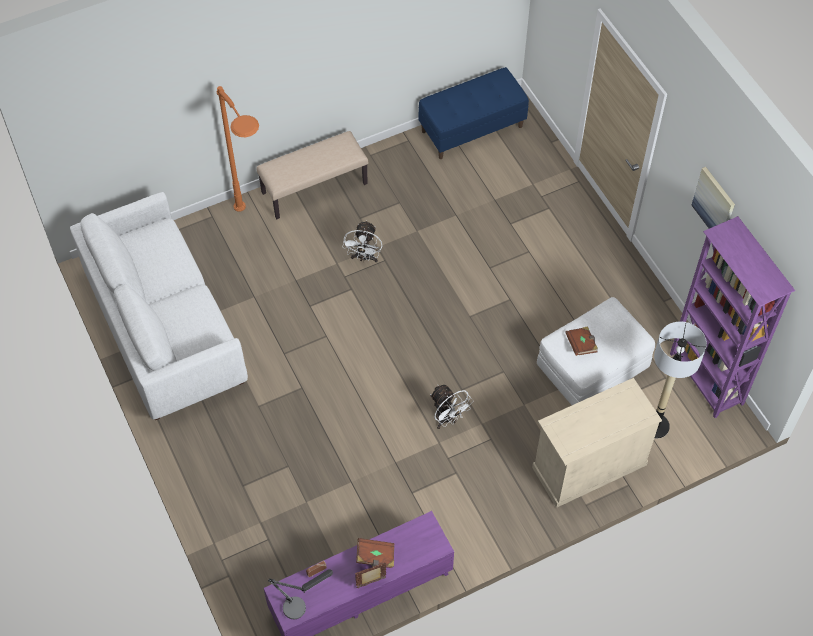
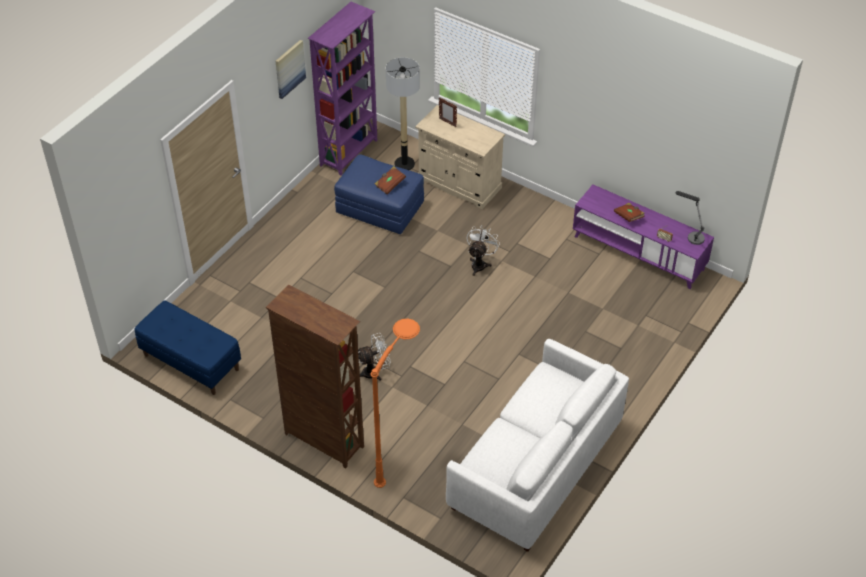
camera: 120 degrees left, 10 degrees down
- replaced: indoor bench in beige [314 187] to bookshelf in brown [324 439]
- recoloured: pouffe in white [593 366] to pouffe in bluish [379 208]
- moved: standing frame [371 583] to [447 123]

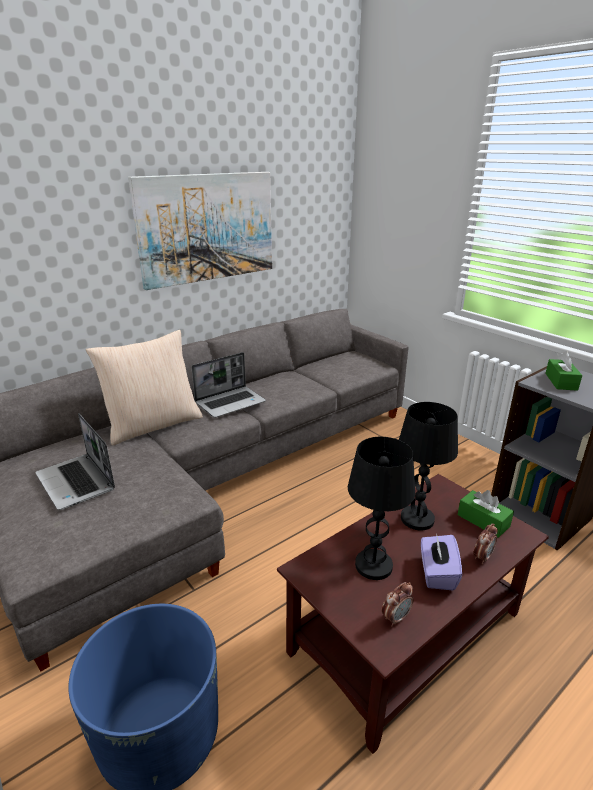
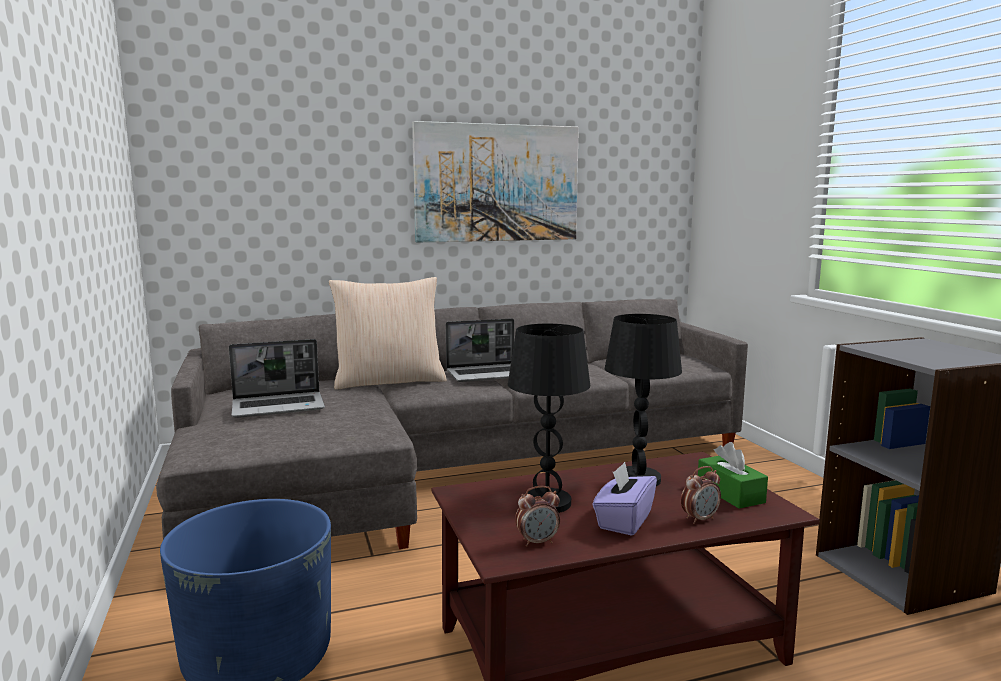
camera: 20 degrees right, 15 degrees down
- turned: portable computer [77 482] = [279 406] 90 degrees counterclockwise
- removed: tissue holder in greenish [561 381]

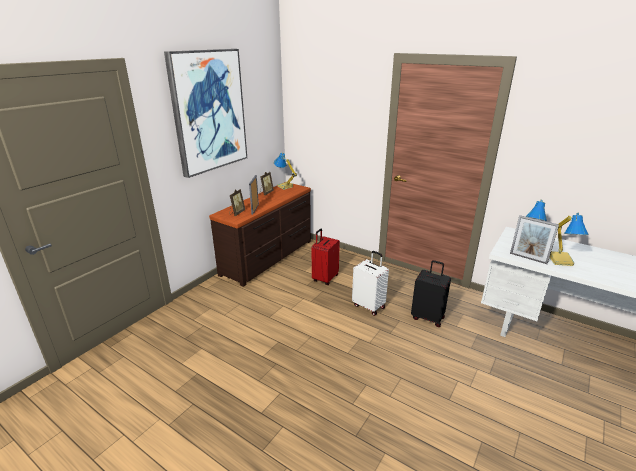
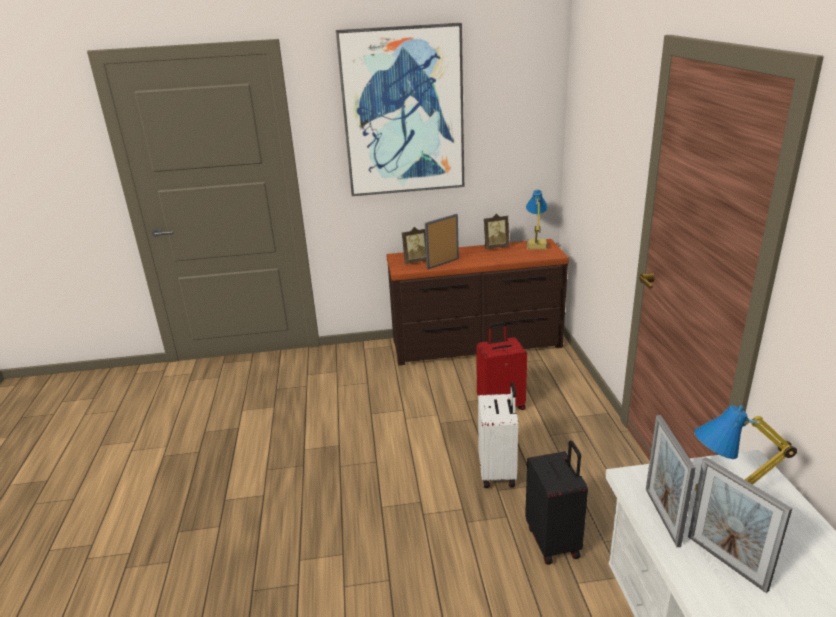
camera: 50 degrees right, 0 degrees up
- replaced: lamp for a table [561 260] to standing frame [726 562]

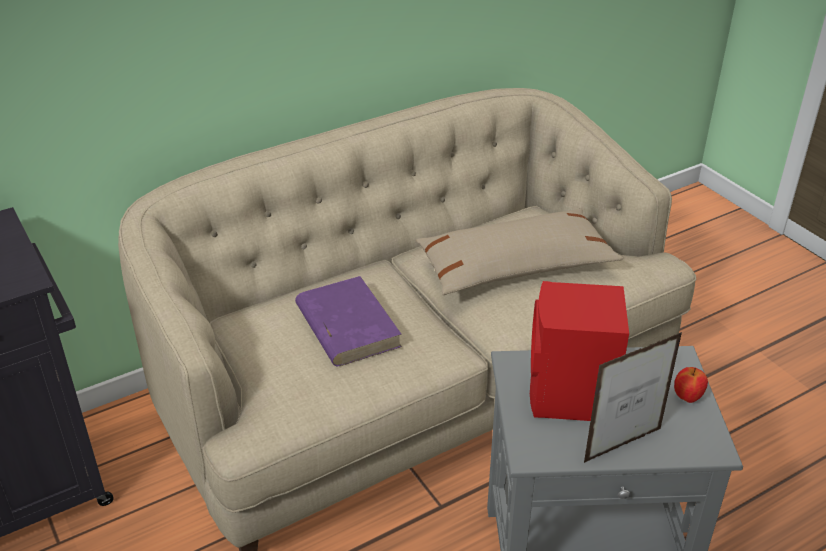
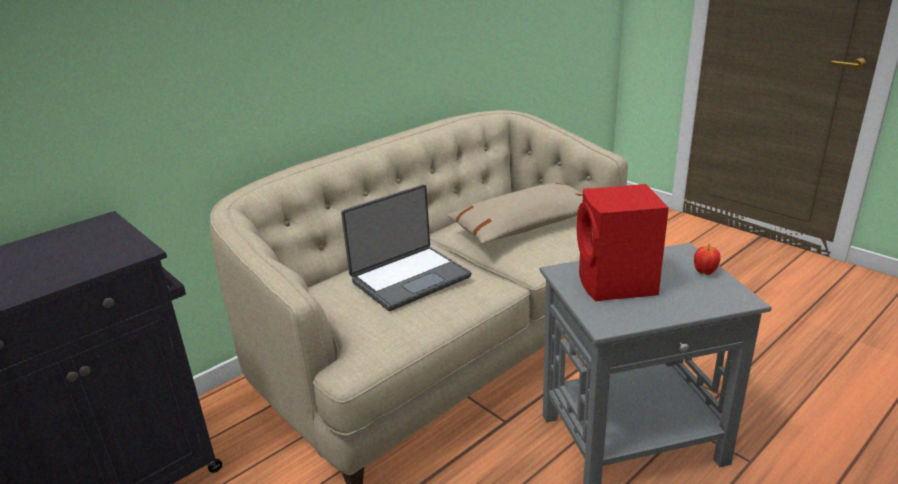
camera: 10 degrees left, 10 degrees down
- replaced: volume in purplish [347 325] to portable computer [409 278]
- removed: standing frame [623 445]

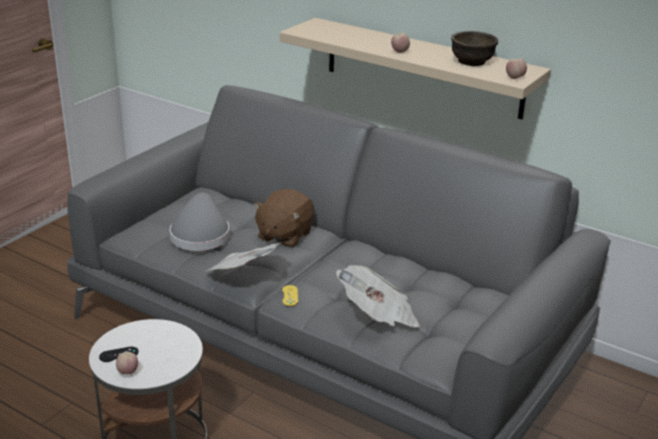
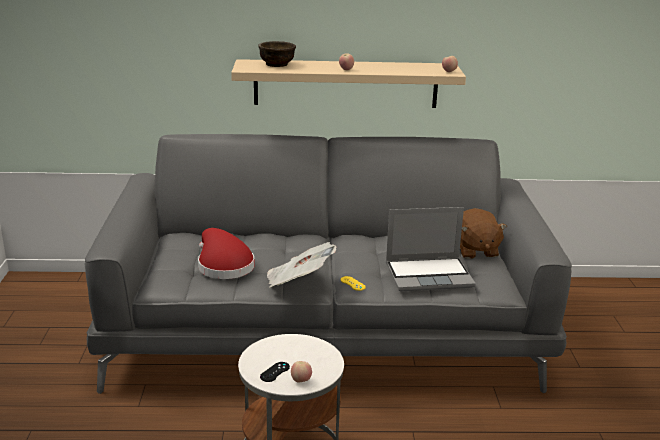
camera: 35 degrees left, 5 degrees down
- recoloured: hat in gray [200 234] to hat in reddish [223 265]
- moved: deep dish in brown [471 61] to [276 64]
- replaced: daily paper [378 316] to portable computer [429 275]
- moved: cuddly toy in brown [284 235] to [475 250]

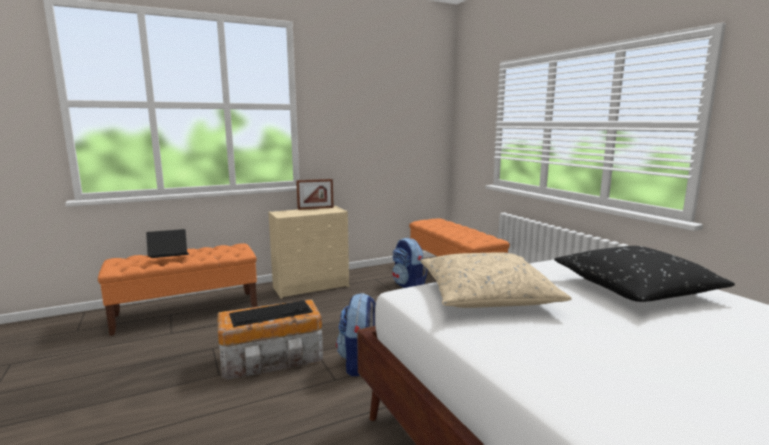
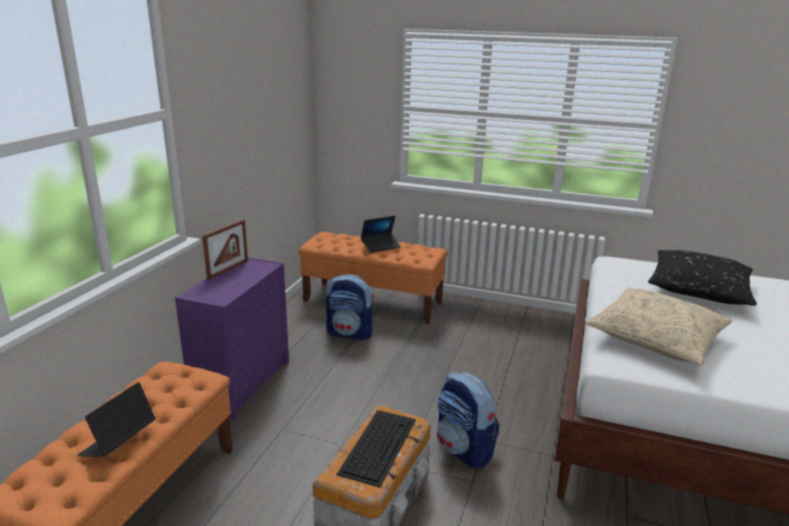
camera: 45 degrees left, 10 degrees up
- recoloured: drawer chest in beige [312 287] to drawer chest in purplish [243 383]
- added: portable computer [380 246]

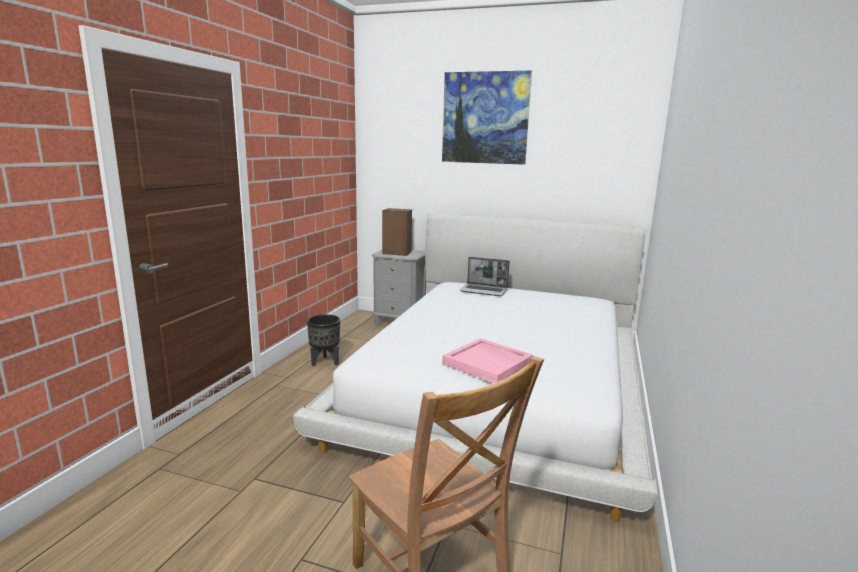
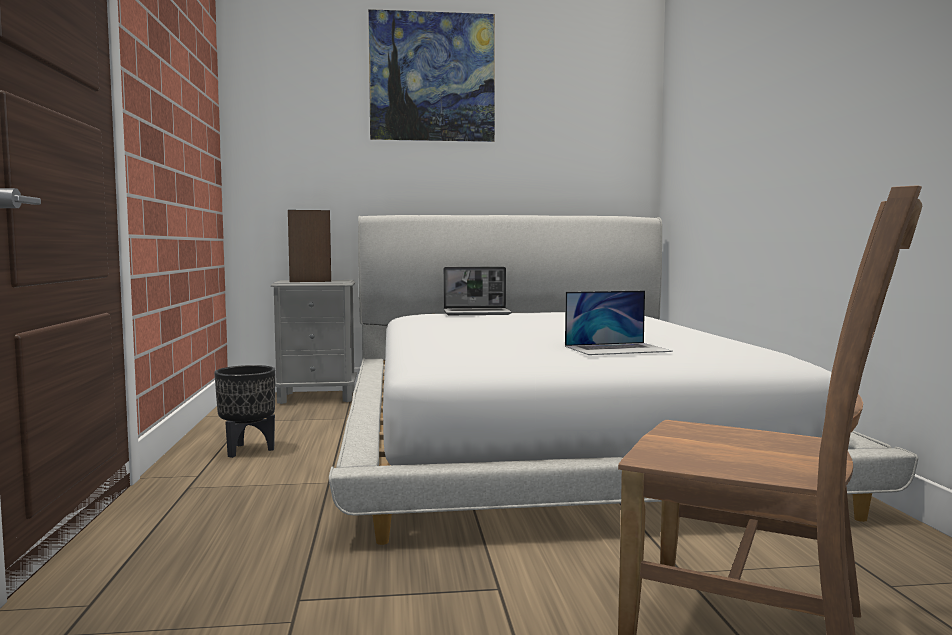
camera: 25 degrees left, 10 degrees down
- replaced: carrying tray in pink-coloured [488 363] to portable computer [617 349]

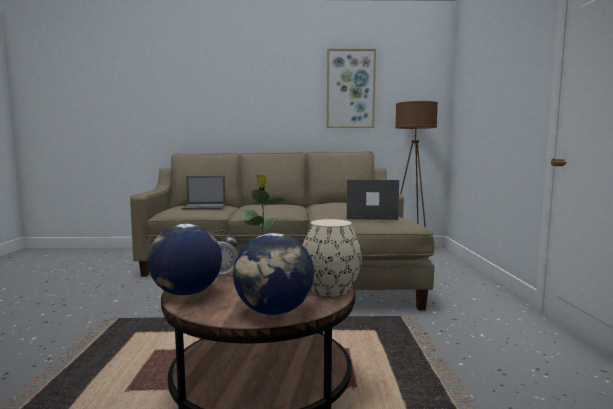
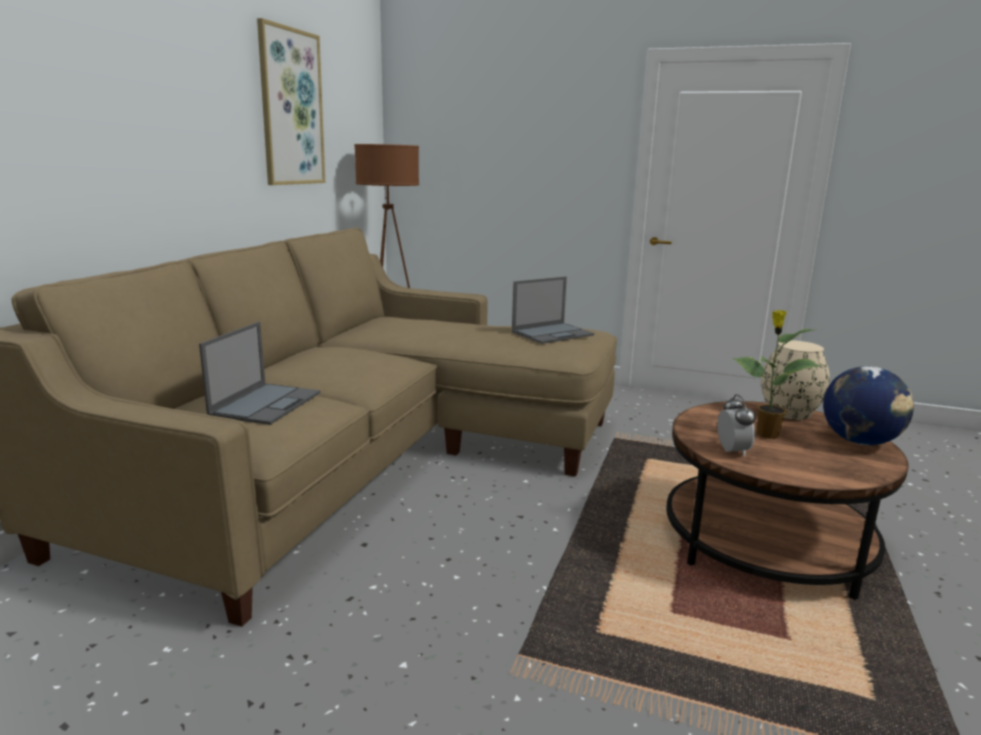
camera: 70 degrees left, 10 degrees up
- turned: portable computer [370 216] = [553 333] 150 degrees counterclockwise
- removed: globe [186 293]

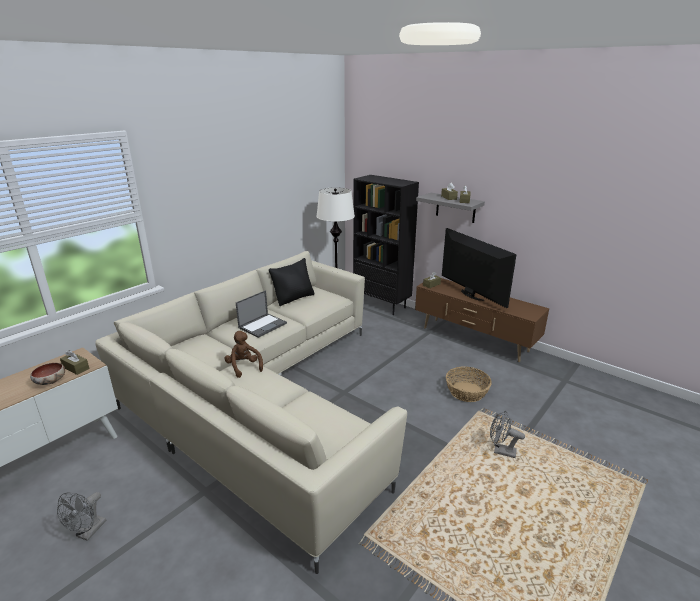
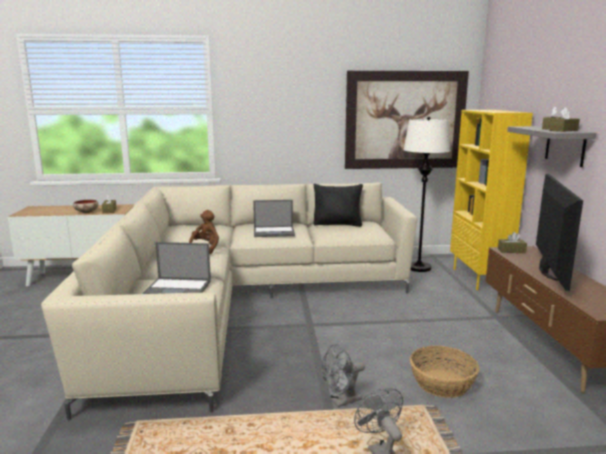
camera: 45 degrees right, 10 degrees down
- added: portable computer [179 288]
- moved: cooling fan in gray [88 532] to [341 401]
- added: wall picture [405 120]
- recoloured: bookshelf in black-coloured [382 305] to bookshelf in yellowish [479 278]

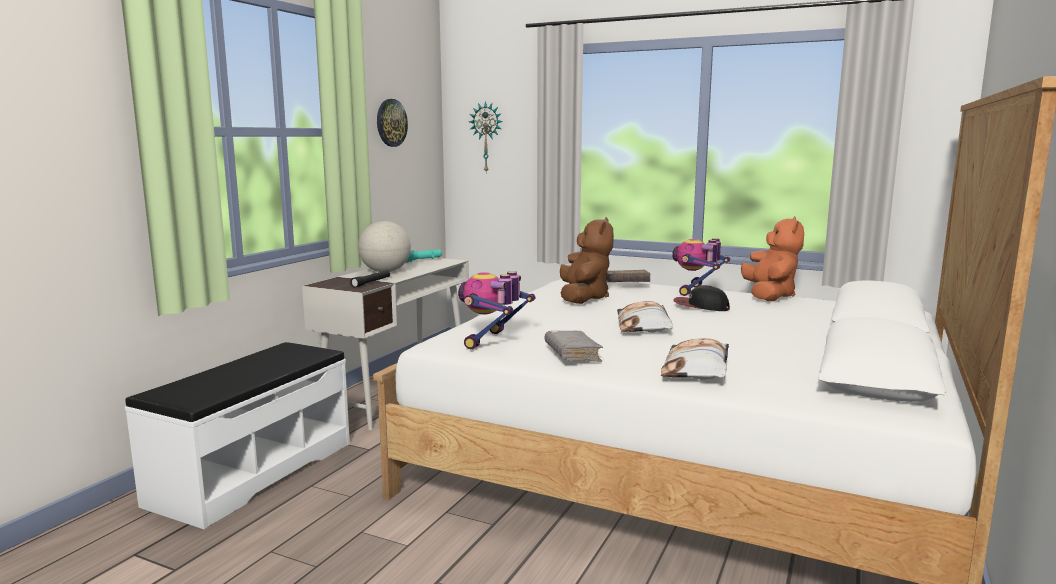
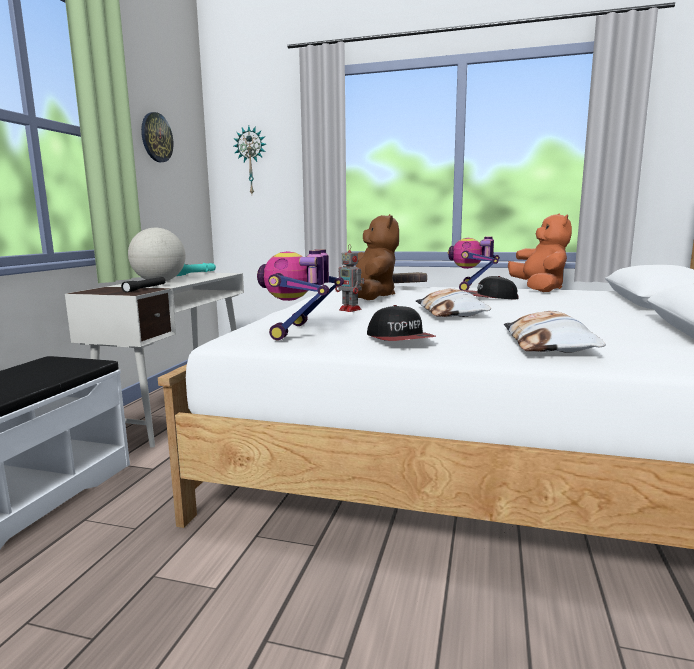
camera: 10 degrees left, 0 degrees up
- added: model robot [351 310]
- replaced: volume in gray [572 354] to baseball cap [400 338]

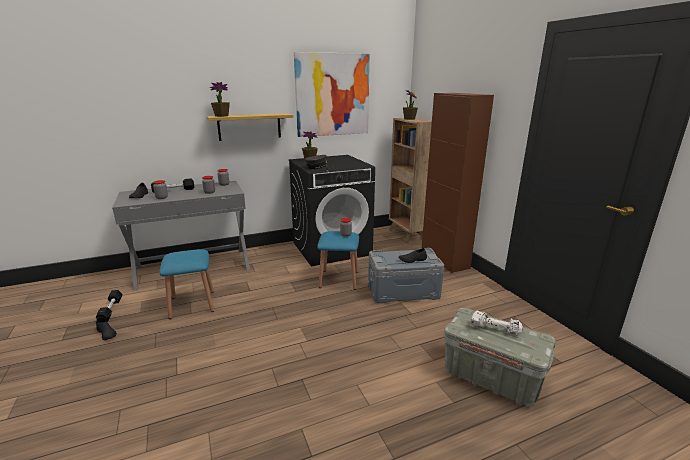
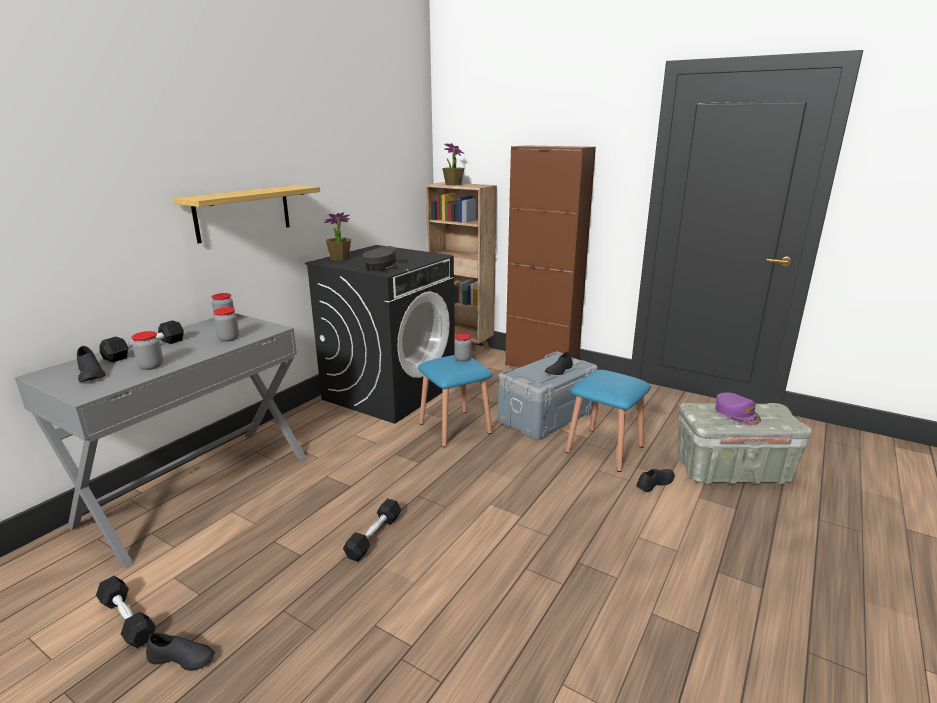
camera: 35 degrees left, 0 degrees up
- added: dumbbell in black-coloured [374 536]
- moved: stool seat in bluish [192 304] to [604 449]
- added: item of footwear in black-coloured [654 483]
- replaced: dumbbell in white [495 329] to baseball cap in purplish [737 413]
- removed: plant in a pot [221 116]
- removed: wall picture [332 95]

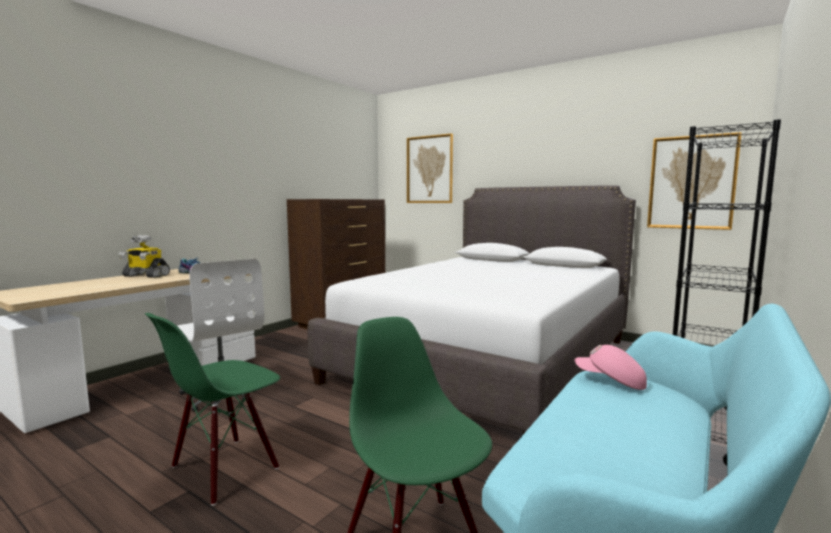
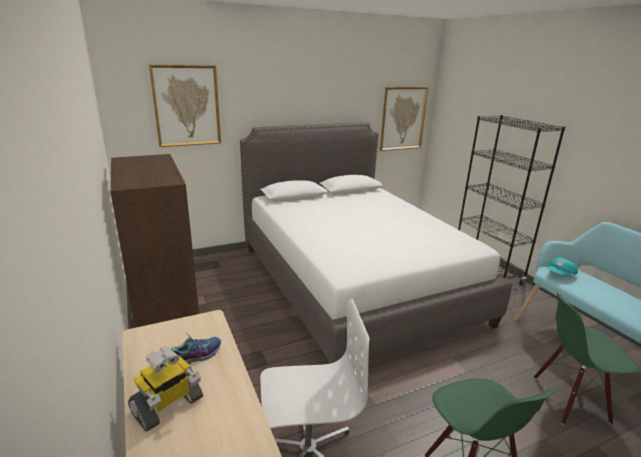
camera: 60 degrees left, 15 degrees up
- recoloured: baseball cap in pink-coloured [610 382] to baseball cap in turquoise [560 274]

